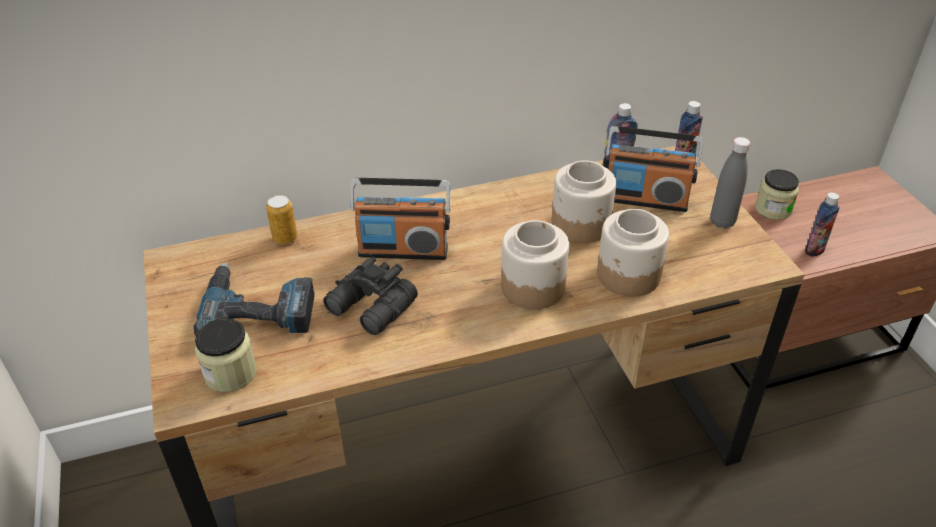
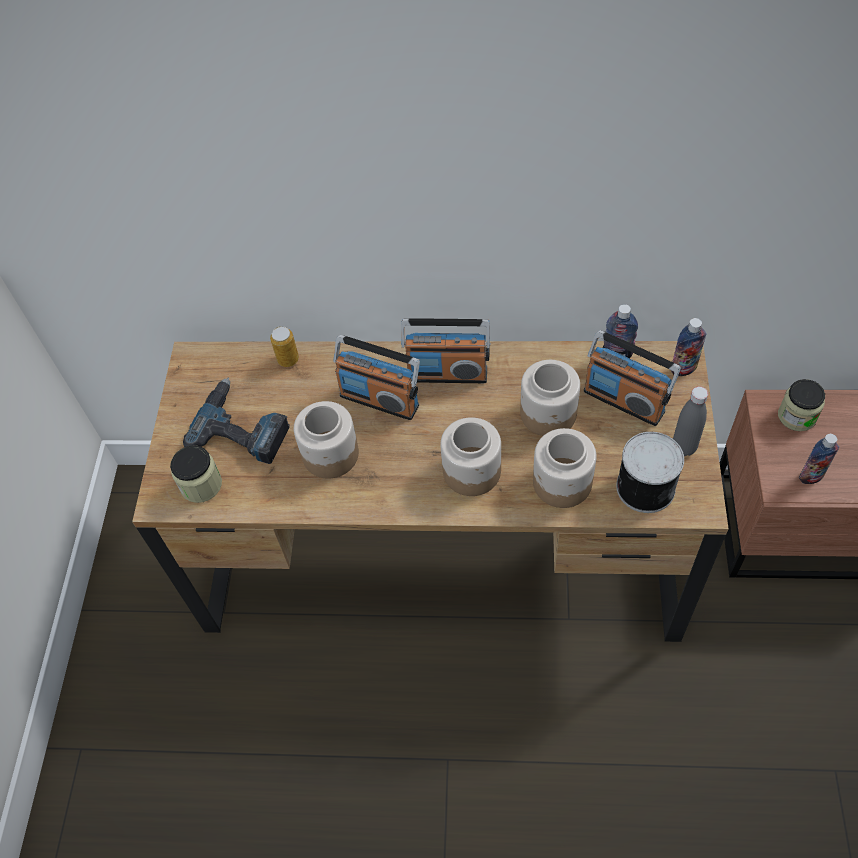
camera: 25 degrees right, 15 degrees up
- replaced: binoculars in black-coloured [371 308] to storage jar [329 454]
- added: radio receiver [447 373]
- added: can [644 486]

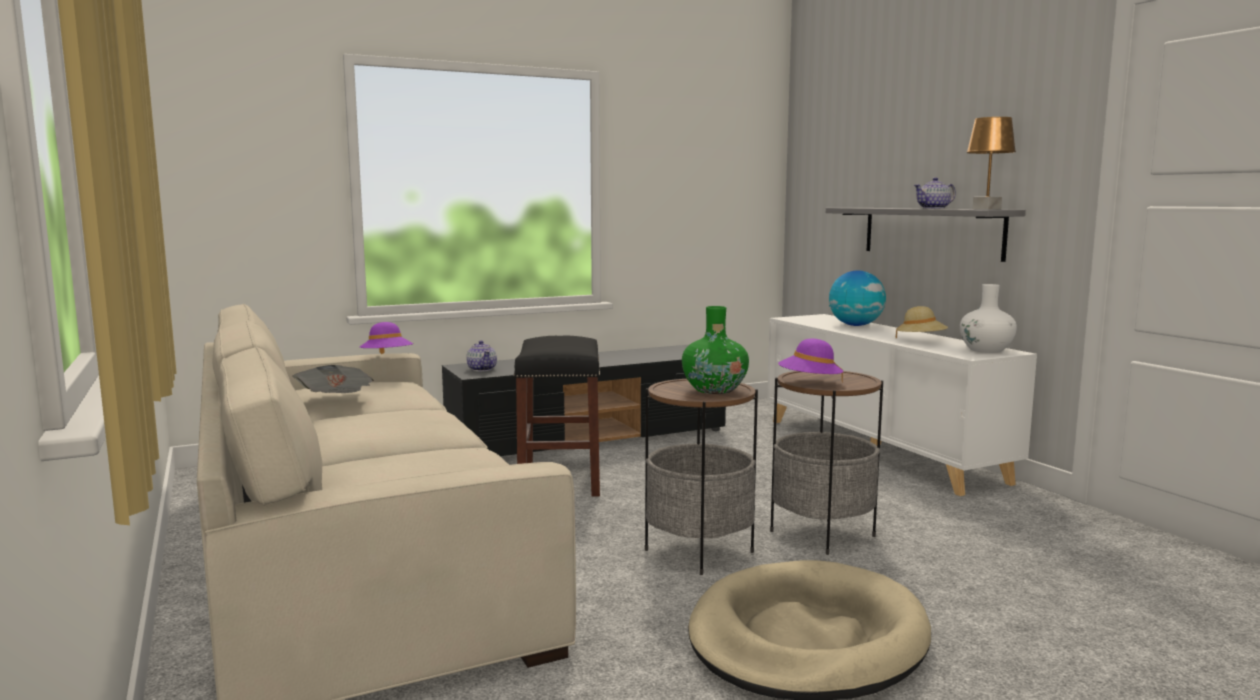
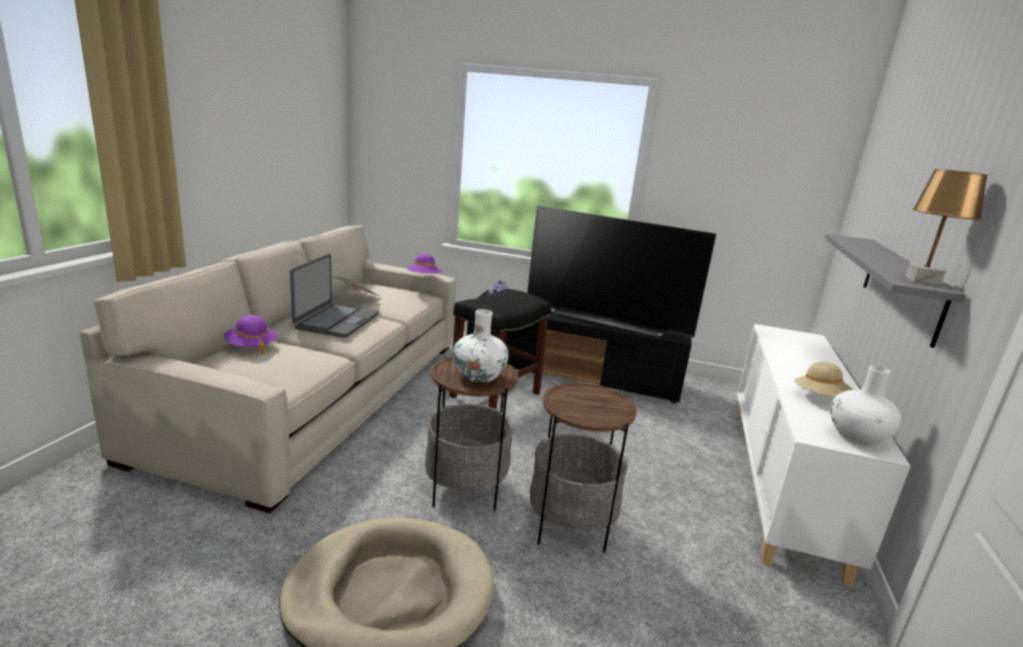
camera: 40 degrees right, 10 degrees up
- moved: hat in purplish [809 383] to [251 347]
- added: portable computer [336 321]
- recoloured: flower vase in greenish [714 390] to flower vase in white [479 376]
- added: TV set [607 319]
- removed: globe [855 325]
- removed: tea pot [934 208]

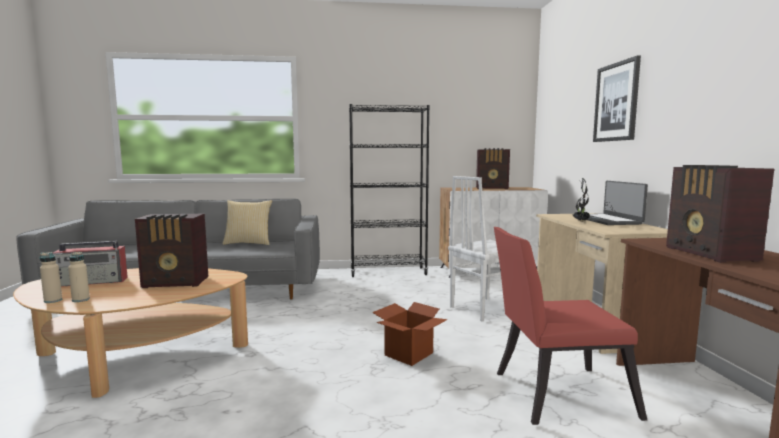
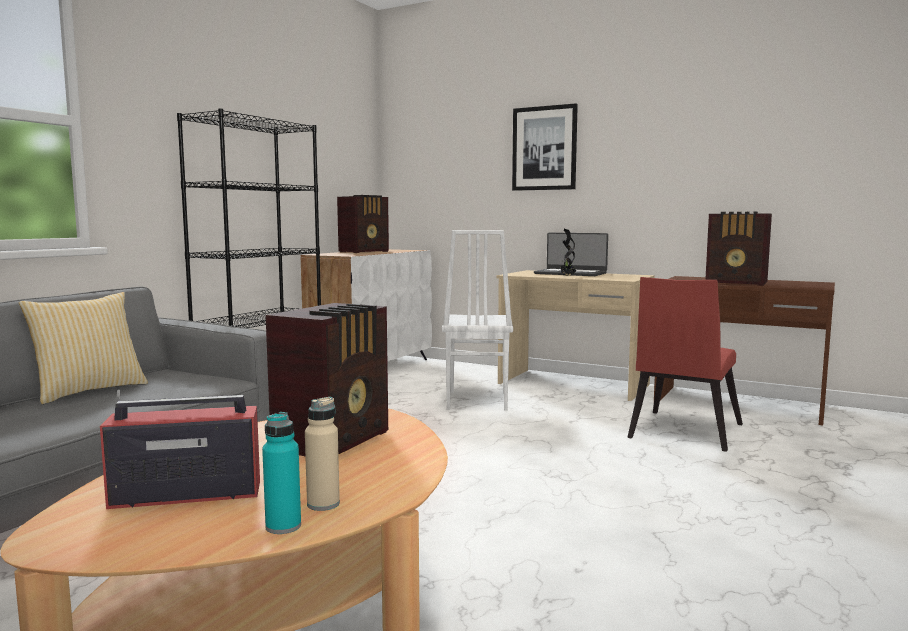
camera: 55 degrees left, 0 degrees up
- turned: radio receiver [93 282] = [184 494] 120 degrees counterclockwise
- recoloured: drink bottle in beige [53 300] to drink bottle in turquoise [283 526]
- removed: cardboard box [408 354]

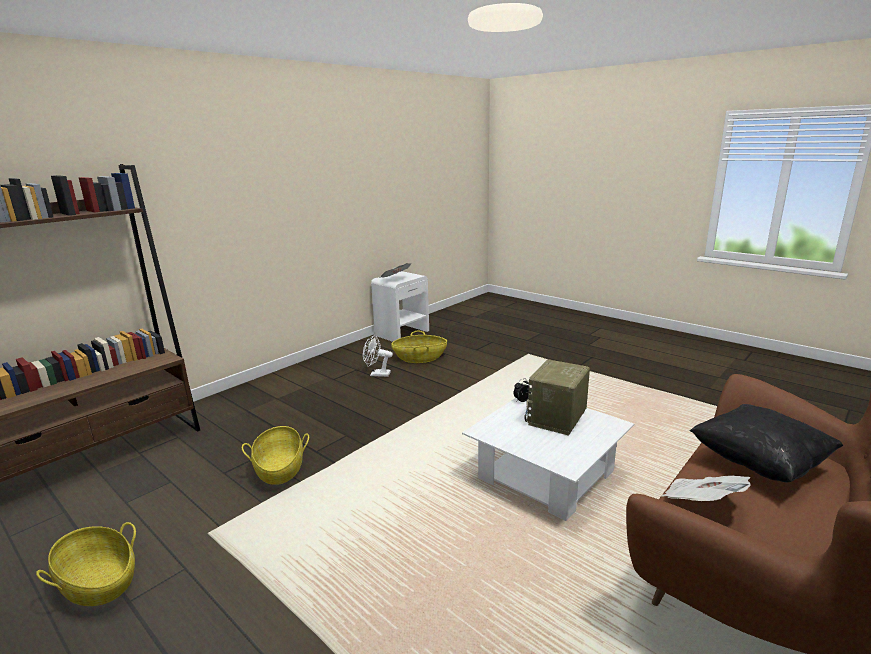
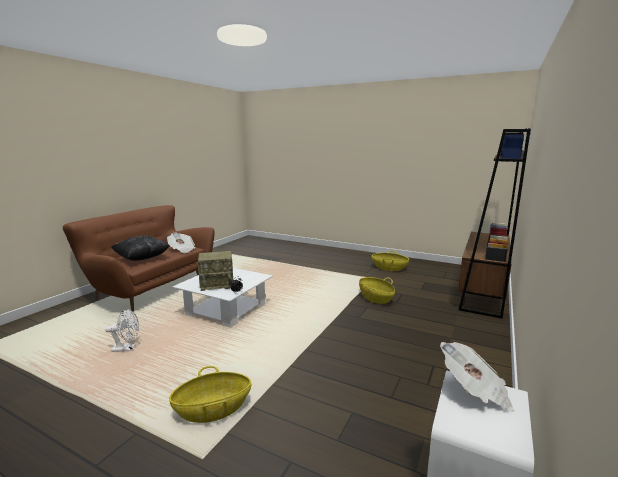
camera: 165 degrees right, 5 degrees down
- moved: cooling fan in white [377 374] to [127 348]
- moved: basket [420 358] to [213 410]
- turned: radio receiver [557 419] = [217 284] 60 degrees clockwise

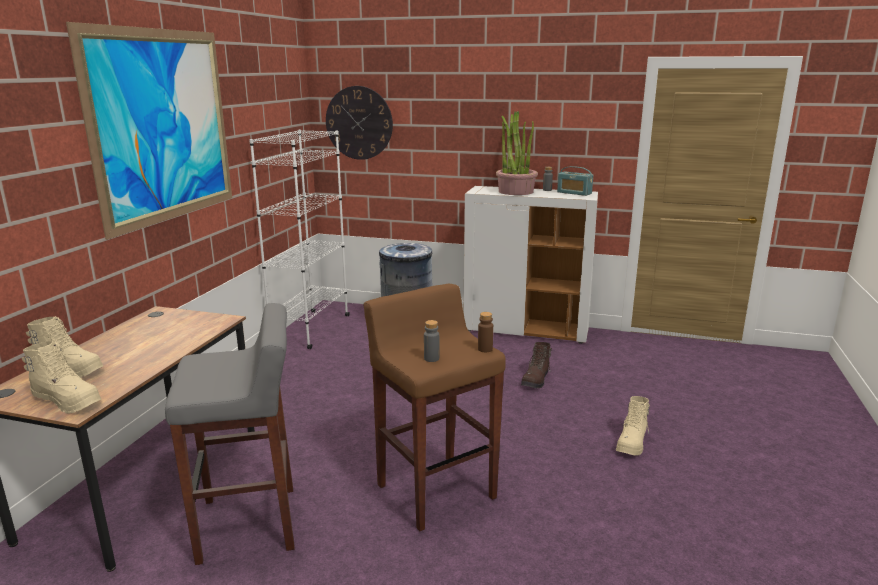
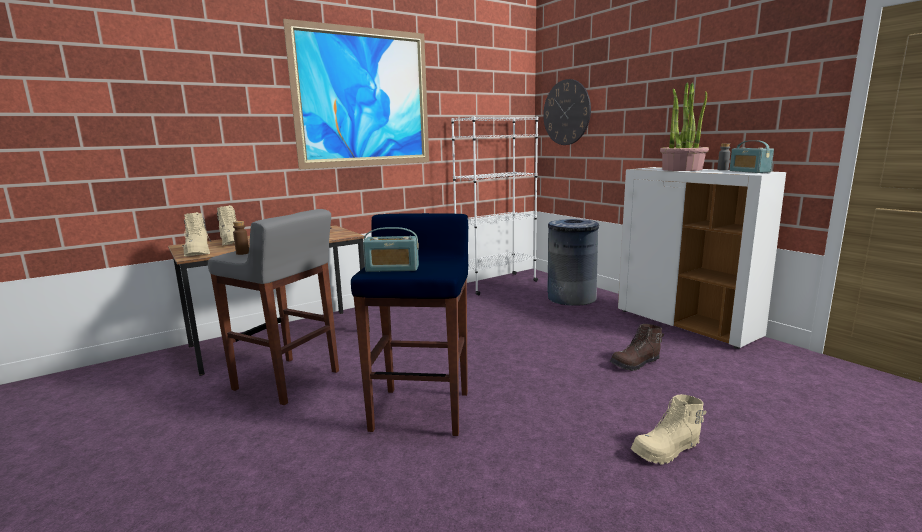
camera: 40 degrees right, 5 degrees down
- moved: drink bottle in brown [485 349] to [242 253]
- recoloured: stool seat in brown [435 490] to stool seat in bluish [421 410]
- replaced: drink bottle in gray [431 358] to radio receiver [392 268]

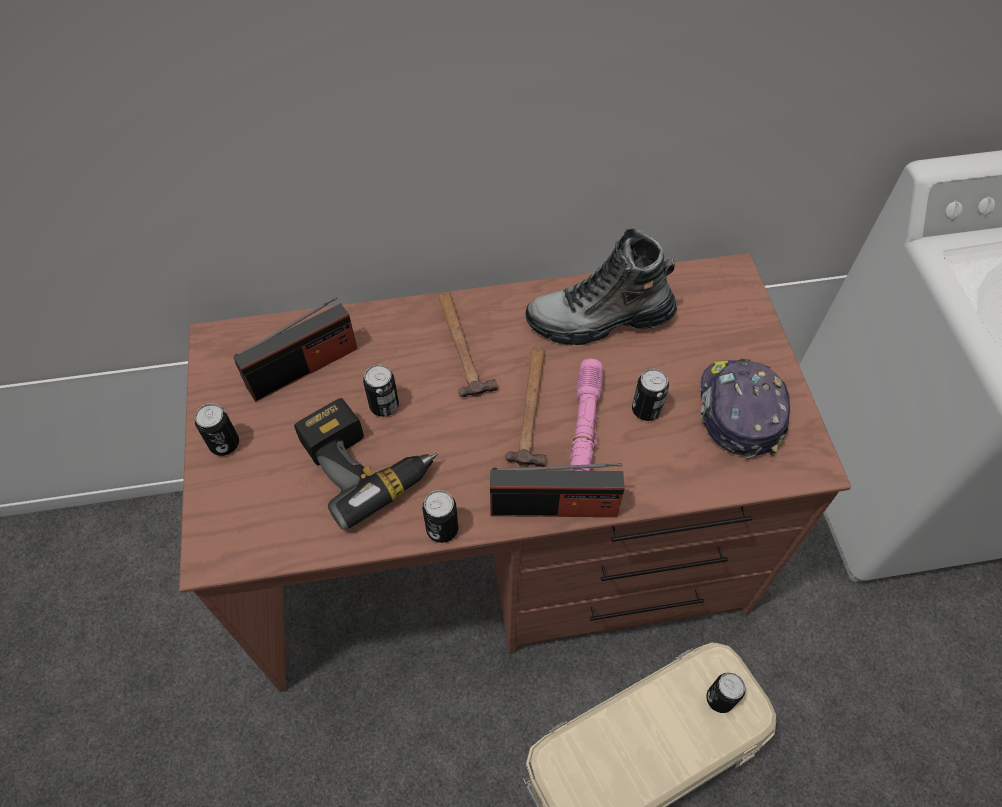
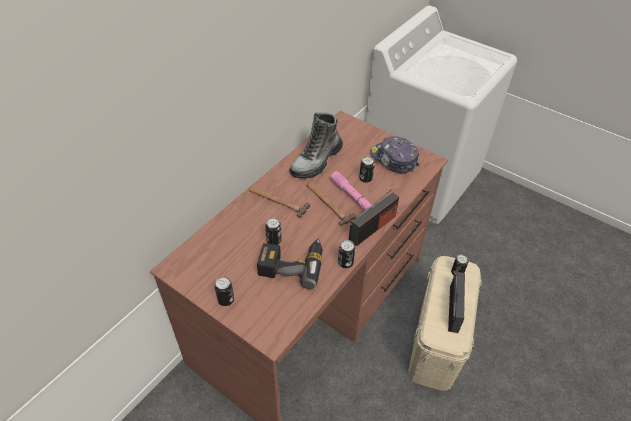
camera: 45 degrees left, 10 degrees down
- moved: radio receiver [303 368] to [454 309]

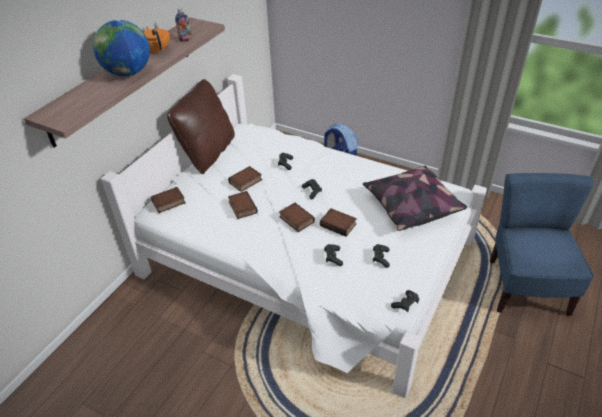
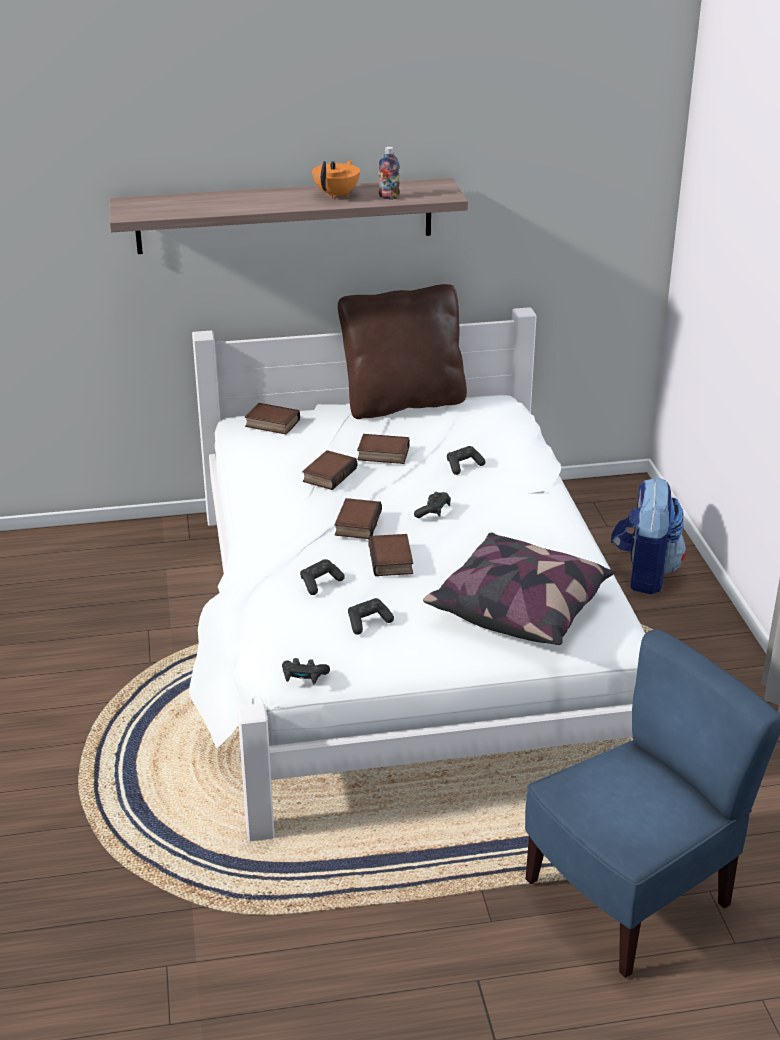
camera: 50 degrees right, 10 degrees down
- removed: globe [128 73]

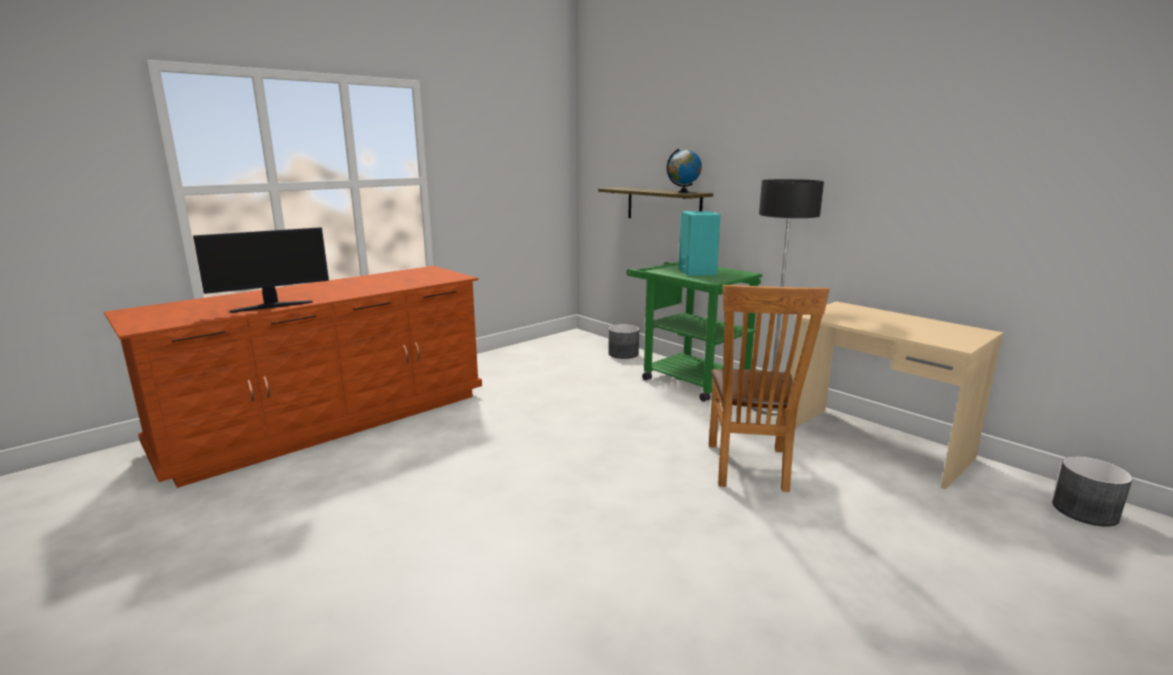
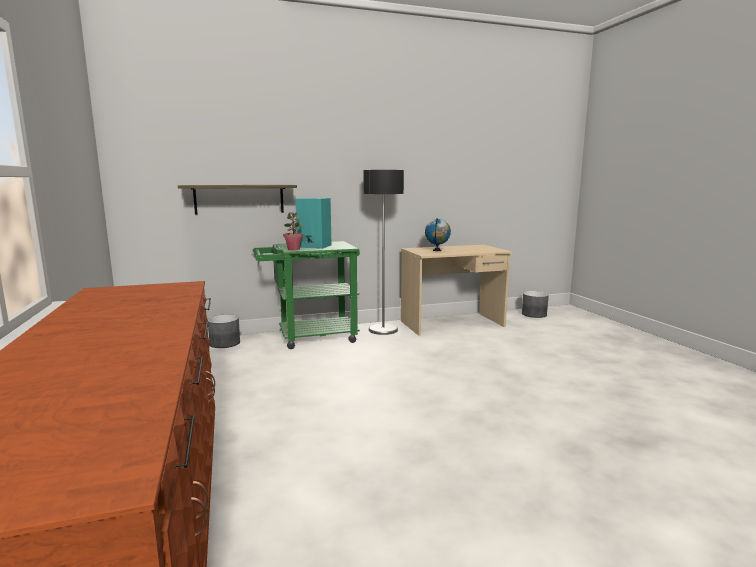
camera: 65 degrees left, 5 degrees down
- added: plant in a pot [294 249]
- moved: globe [683 192] to [437 250]
- removed: computer screen [272 306]
- removed: plain chair in brown [749 469]

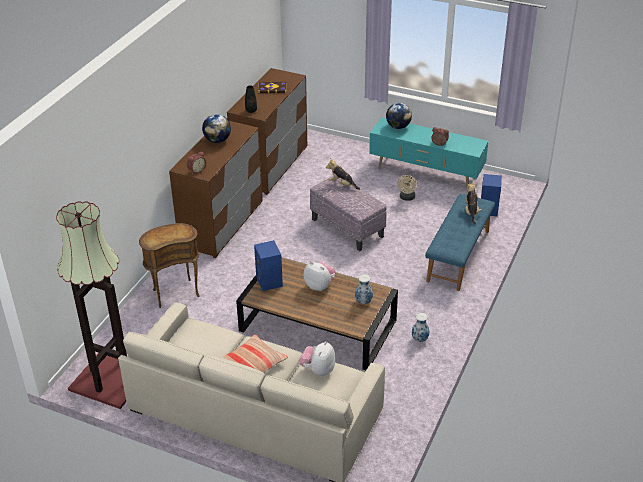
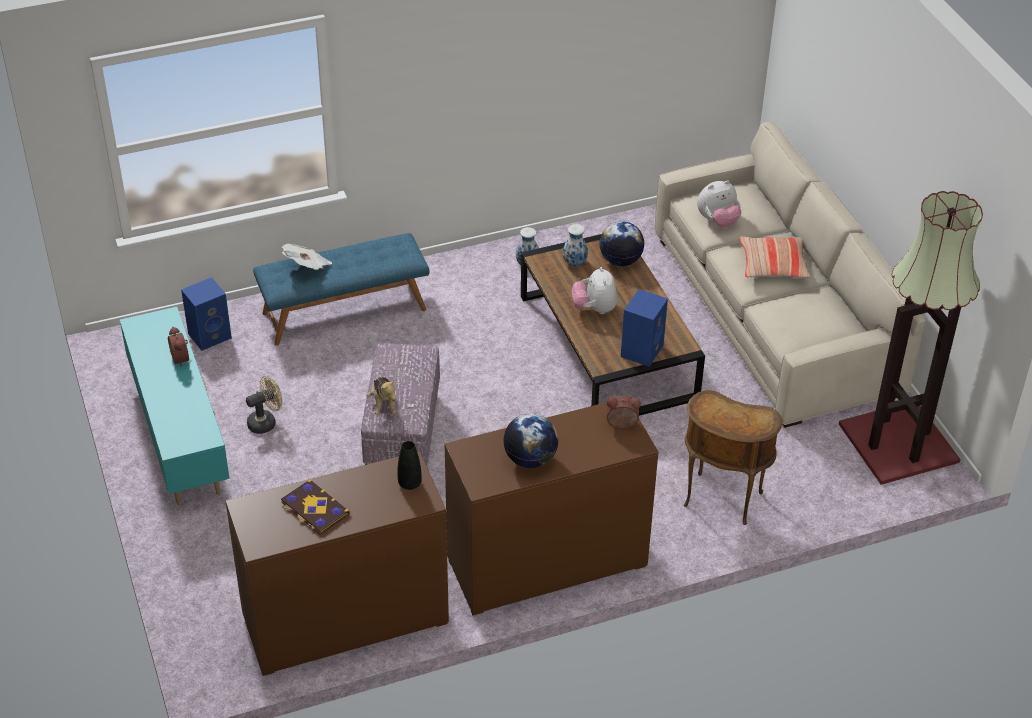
camera: 135 degrees left, 5 degrees up
- replaced: cuddly toy [471 212] to daily paper [307 266]
- moved: globe [398 127] to [620 260]

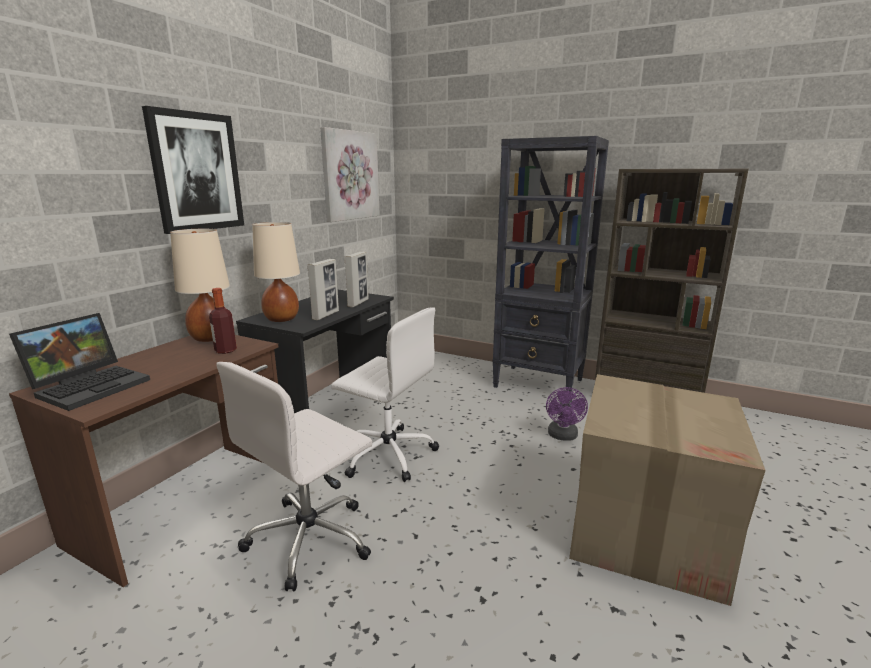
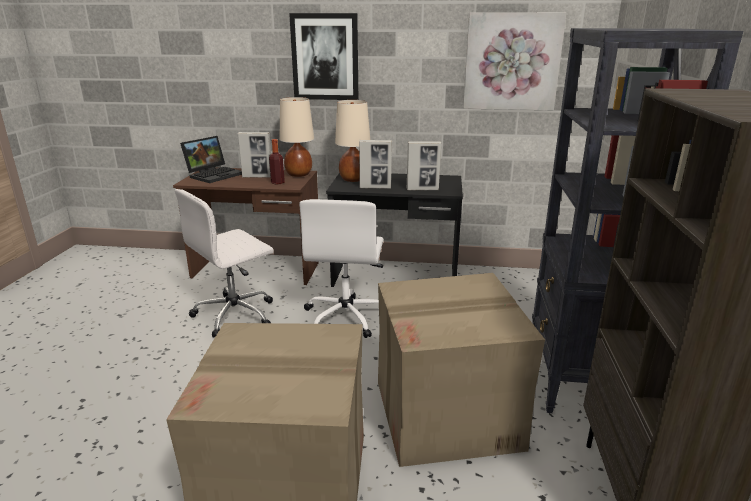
camera: 70 degrees right, 5 degrees up
- turned: office chair in white [311 538] = [236 314] 60 degrees counterclockwise
- turned: portable computer [92 385] = [214 174] 60 degrees counterclockwise
- added: standing frame [257 177]
- replaced: cooling fan in purplish [563 436] to cardboard box [448 413]

